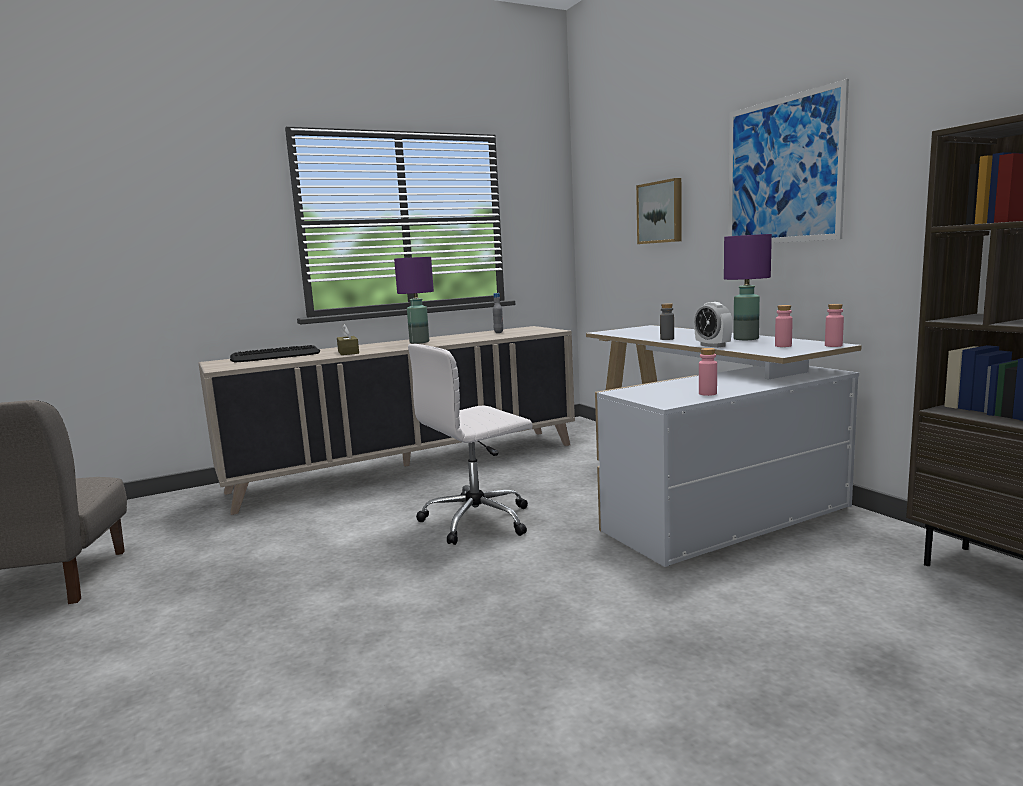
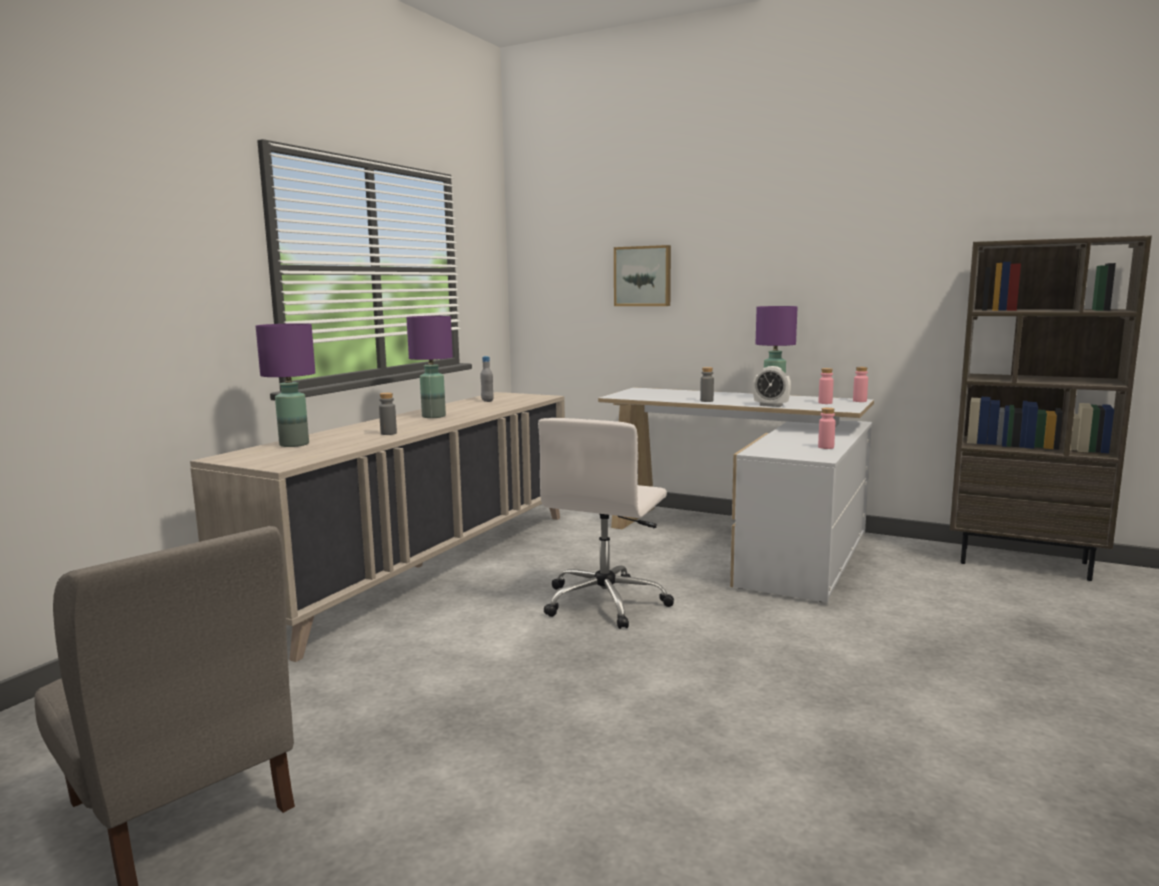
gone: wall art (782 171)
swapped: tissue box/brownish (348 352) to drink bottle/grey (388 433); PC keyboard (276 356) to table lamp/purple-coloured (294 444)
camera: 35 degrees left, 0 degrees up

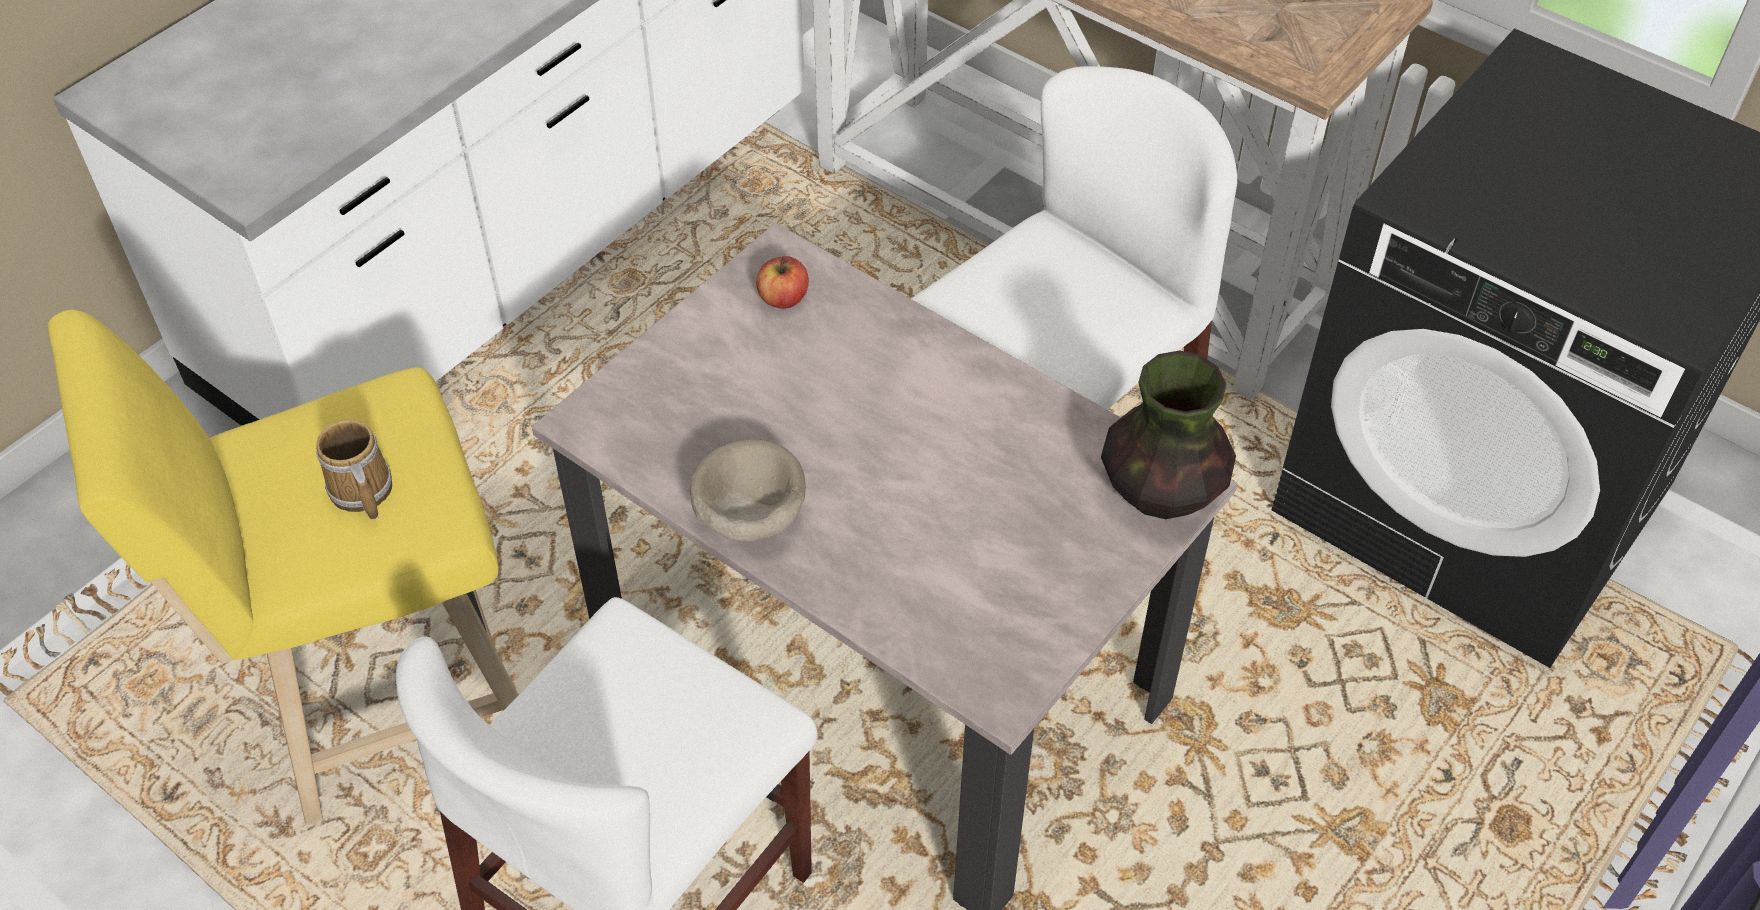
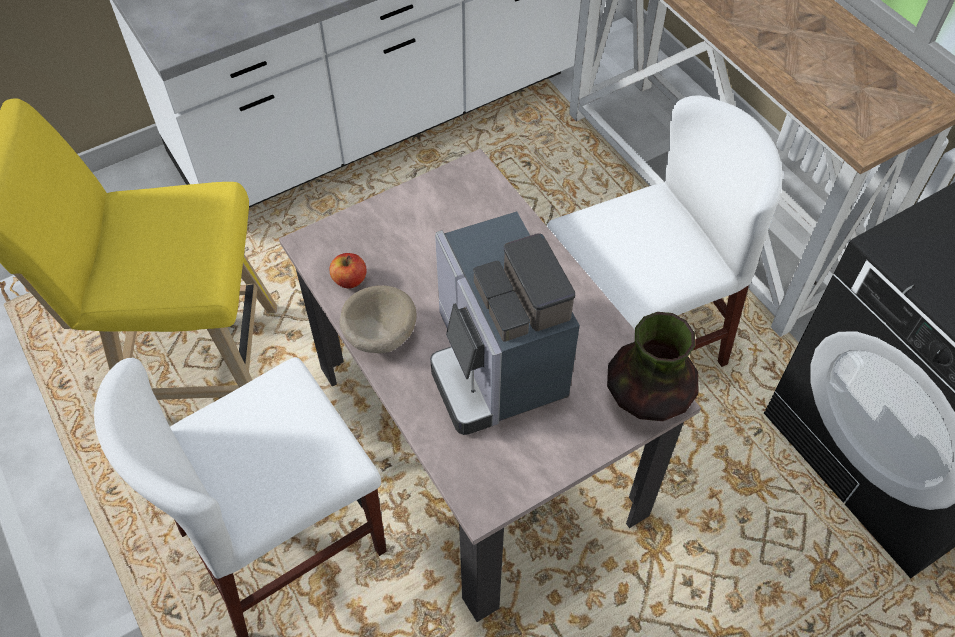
gone: mug (360 492)
new: coffee maker (495 365)
shifted: whole apple (783 298) to (349 280)
camera: 20 degrees right, 5 degrees up

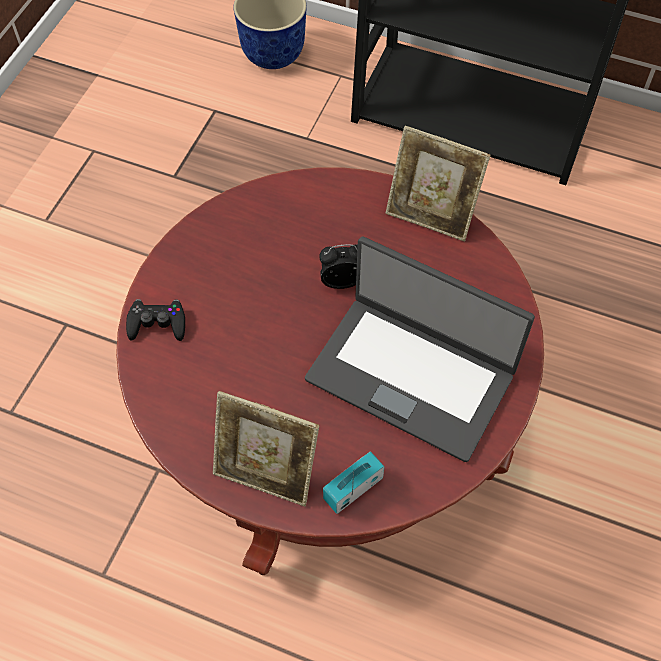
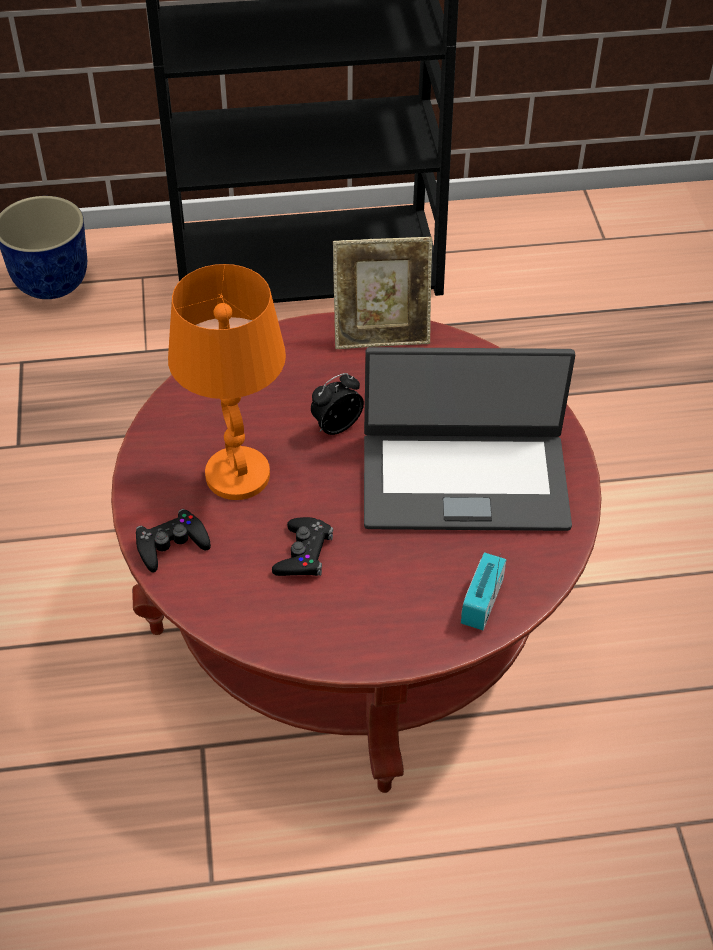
gone: photo frame (266 473)
new: table lamp/orange (237 475); joypad/black-coloured (303 553)
camera: 30 degrees left, 10 degrees down

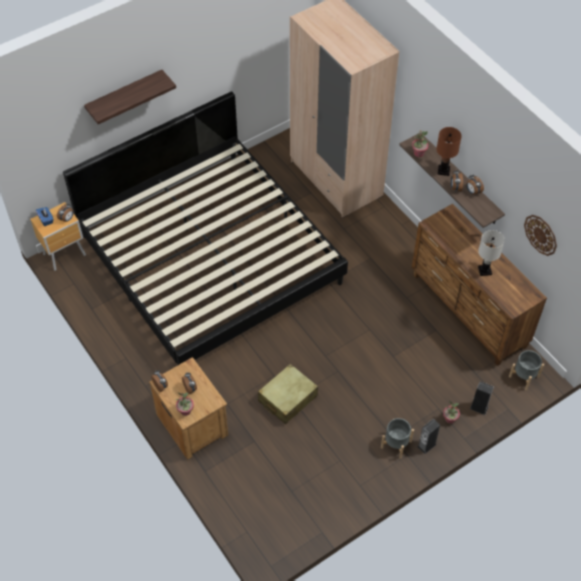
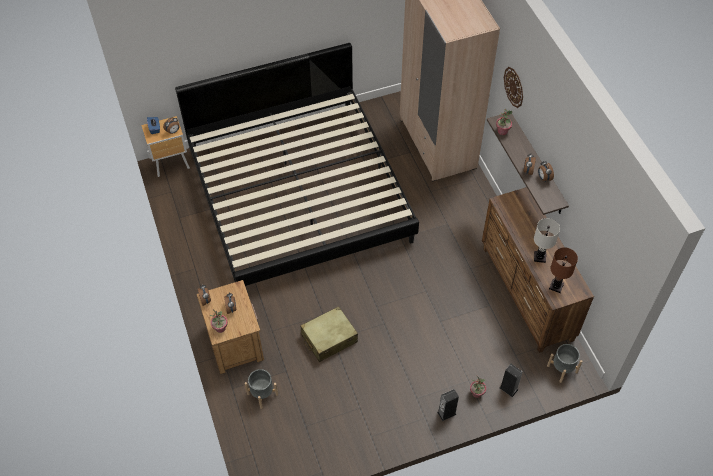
gone: bracket shelf (125 95)
shifted: table lamp/brownish (444 170) to (556 286); hanging clock (541 234) to (514 87); planter/grey (396 444) to (262 394)
camera: 15 degrees right, 0 degrees up

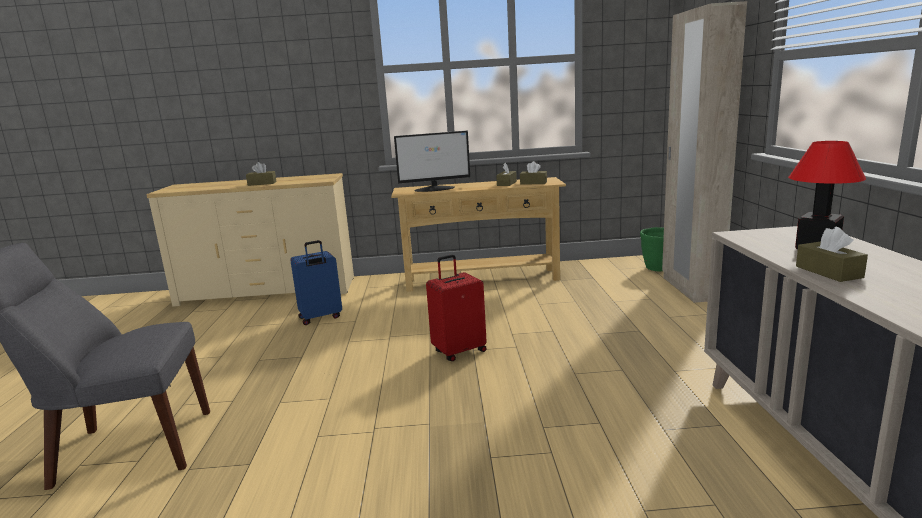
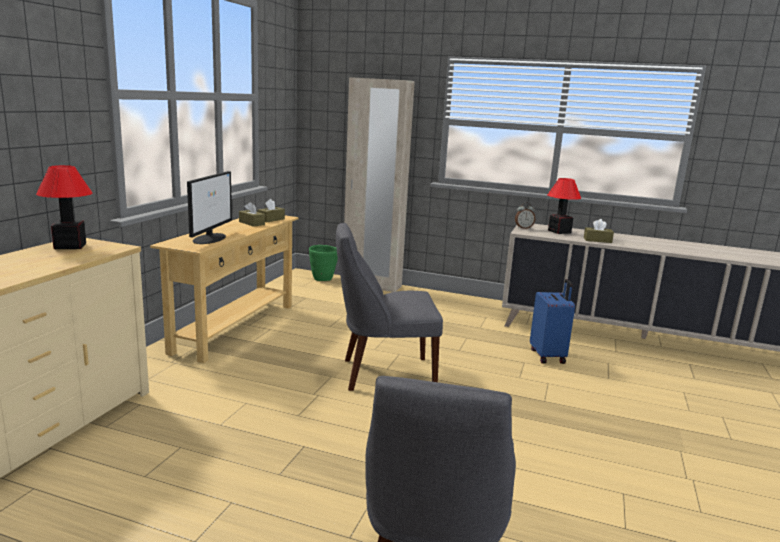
gone: tissue box/brownish (262 183)
new: table lamp (69 246); table clock (523 228)
shifted: suitcase/blue-coloured (320 318) to (548 356)
swapped: suitcase/red-coloured (459 351) to upright chair/grey (383 374)
camera: 70 degrees left, 0 degrees up

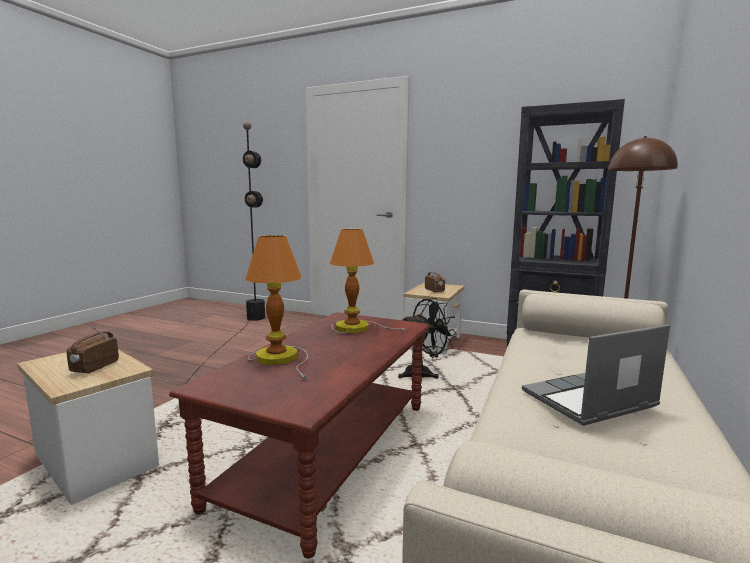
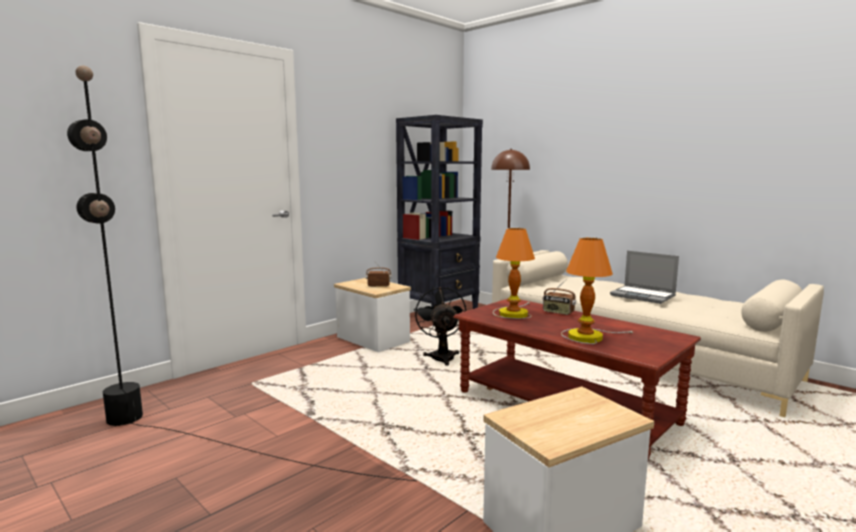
shifted: radio receiver (94 367) to (558 312)
rotated: laptop (588 400) = (643 296) 45 degrees counterclockwise
camera: 70 degrees left, 0 degrees up

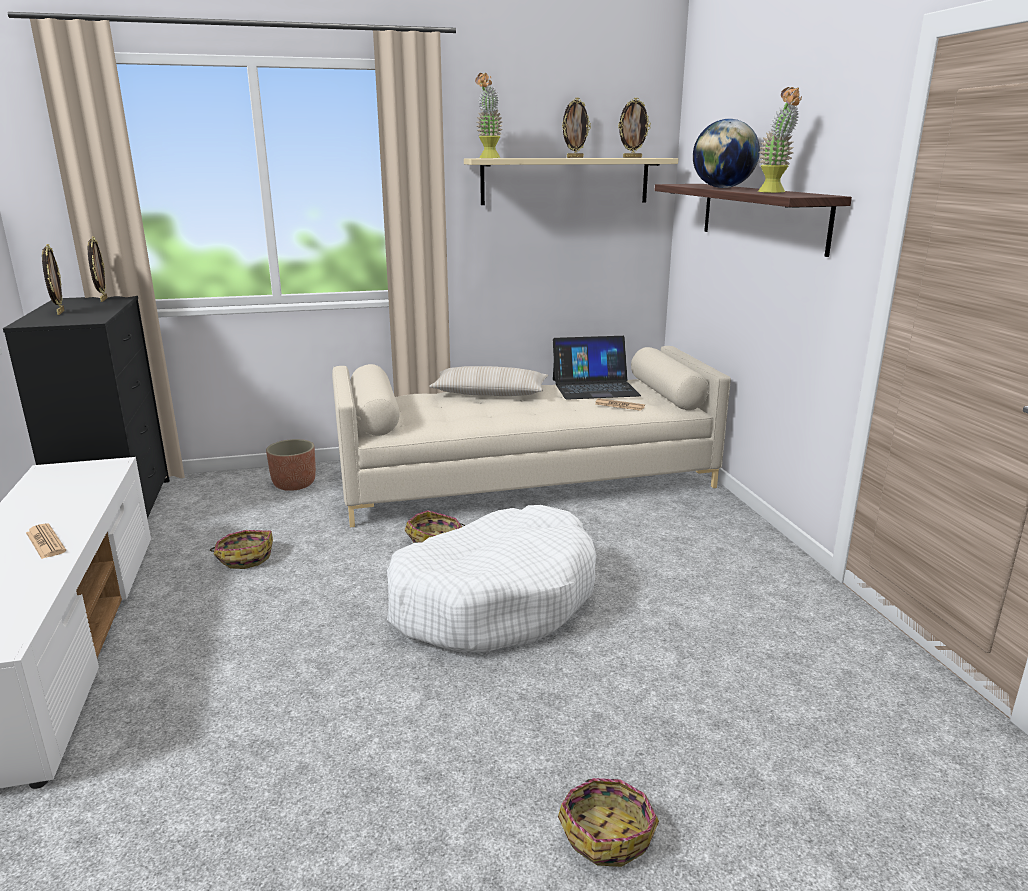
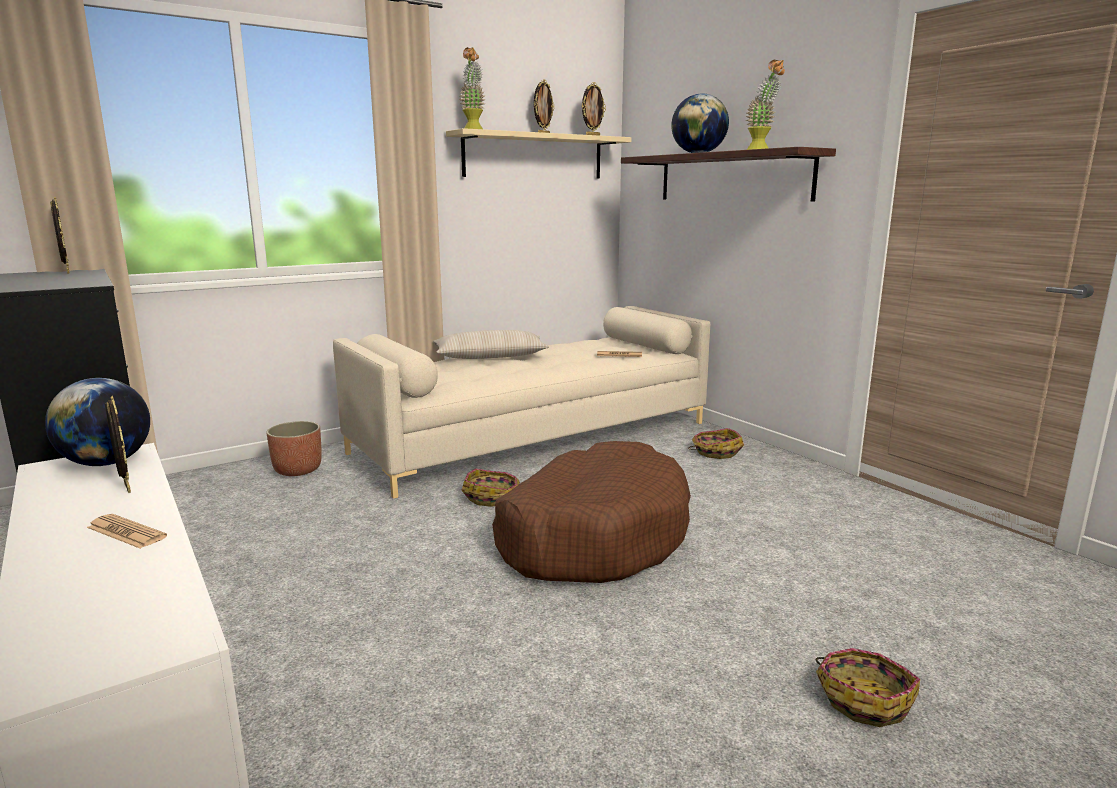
gone: laptop (594 387)
new: globe (107 463)
shifted: photo frame (60 312) to (125 487); storage basket (245 557) to (715 452)
repainted: pet bed/whitish (494 599) to pet bed/brownish (593 535)
camera: 20 degrees left, 5 degrees down

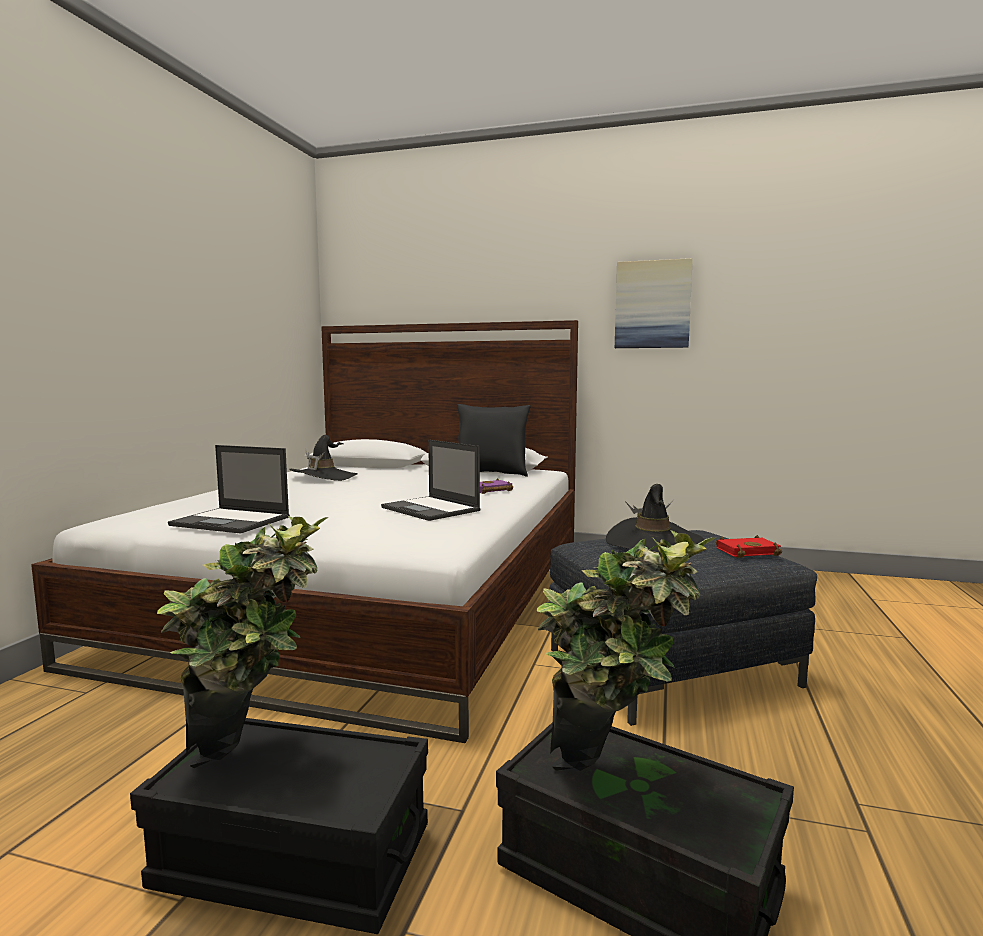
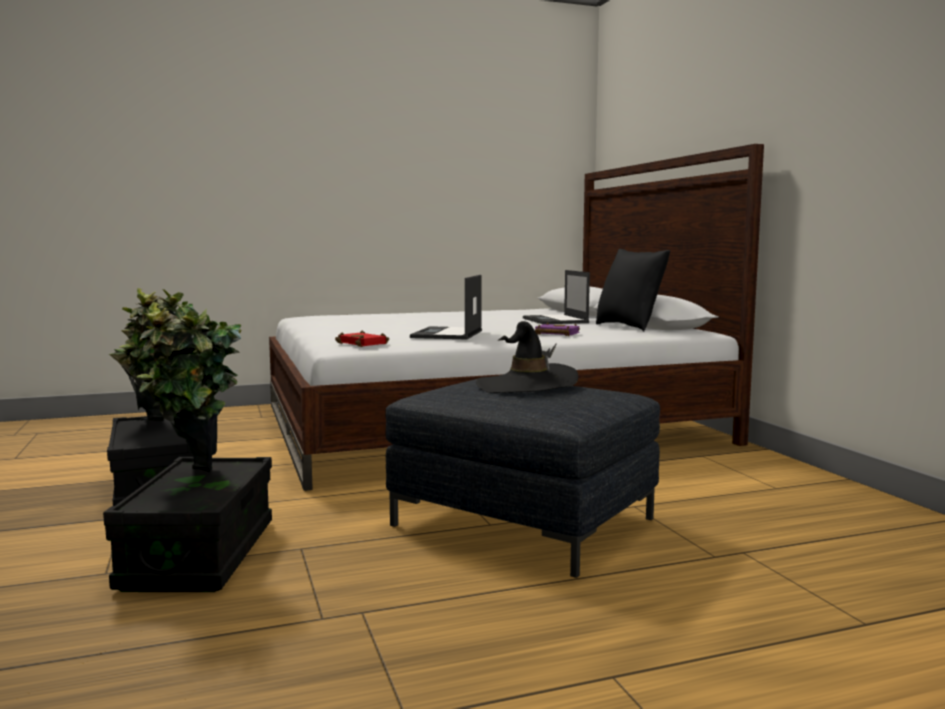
gone: wall art (652 305); hat/black-coloured (324 477)
shifted: laptop (232 521) to (555 320); book/red-coloured (747 551) to (364 343)
camera: 55 degrees right, 0 degrees up

